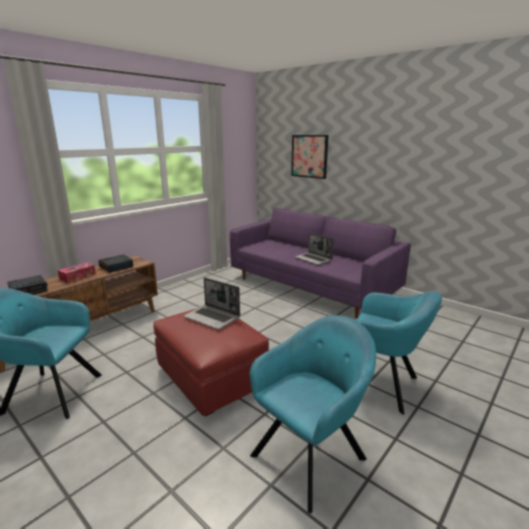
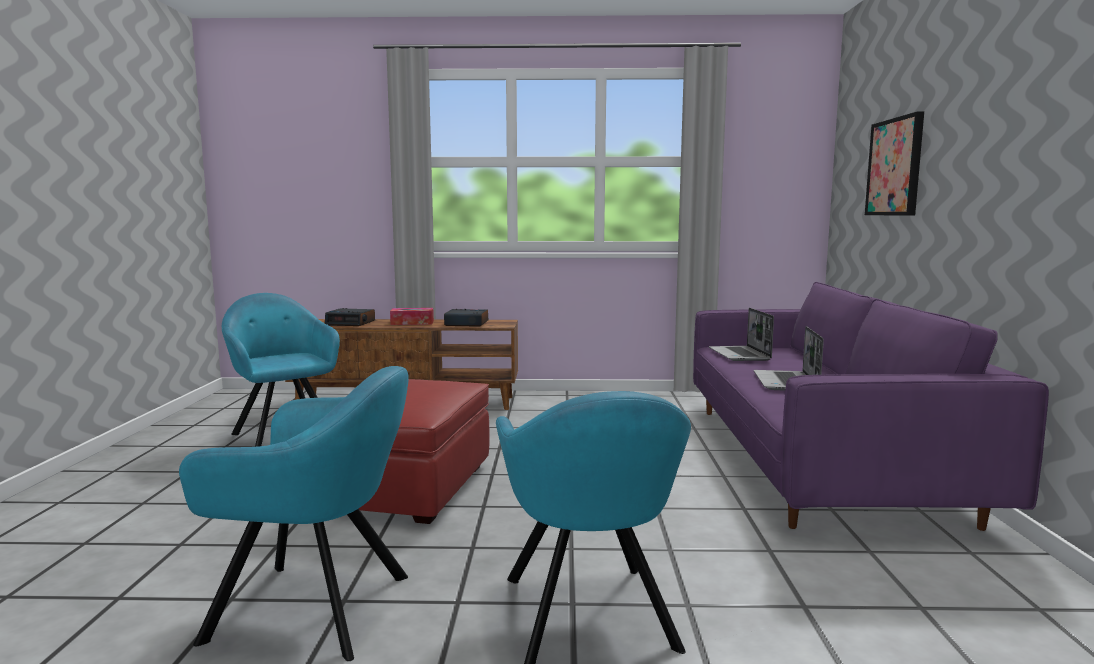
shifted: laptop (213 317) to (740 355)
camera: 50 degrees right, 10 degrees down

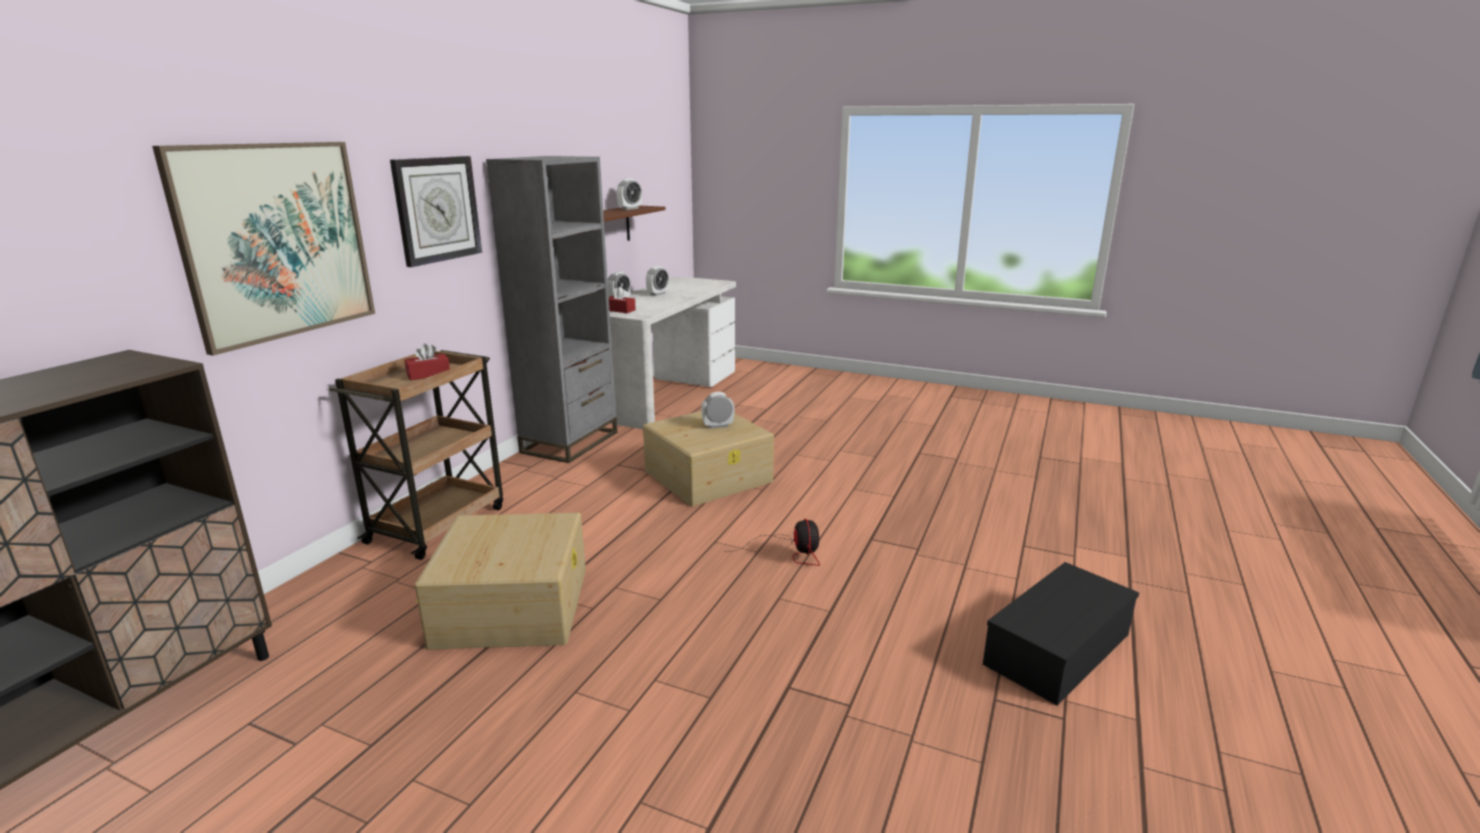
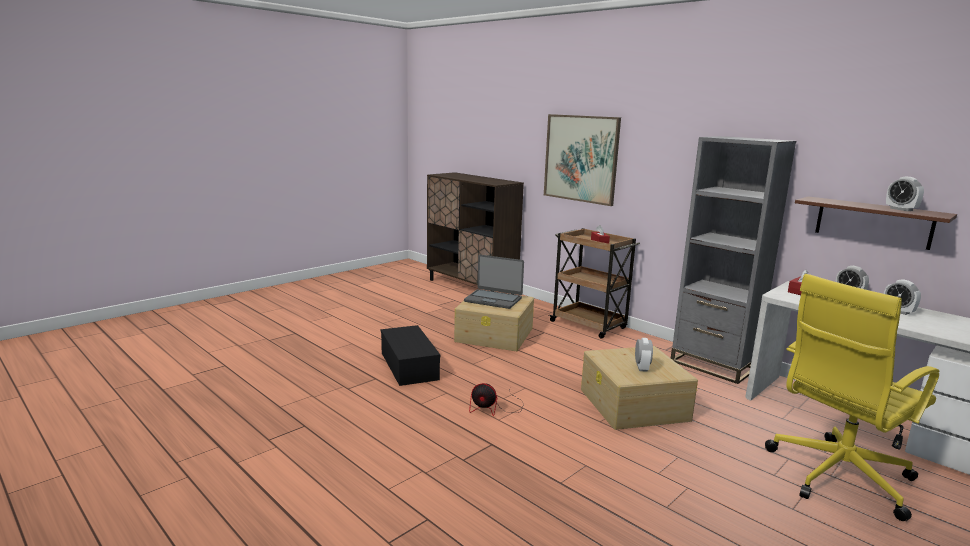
gone: hanging clock (437 209)
new: laptop (493 299); computer chair/yellowish (836 476)
shifted: storage box/black-coloured (1057 647) to (410 366)
camera: 110 degrees right, 5 degrees down

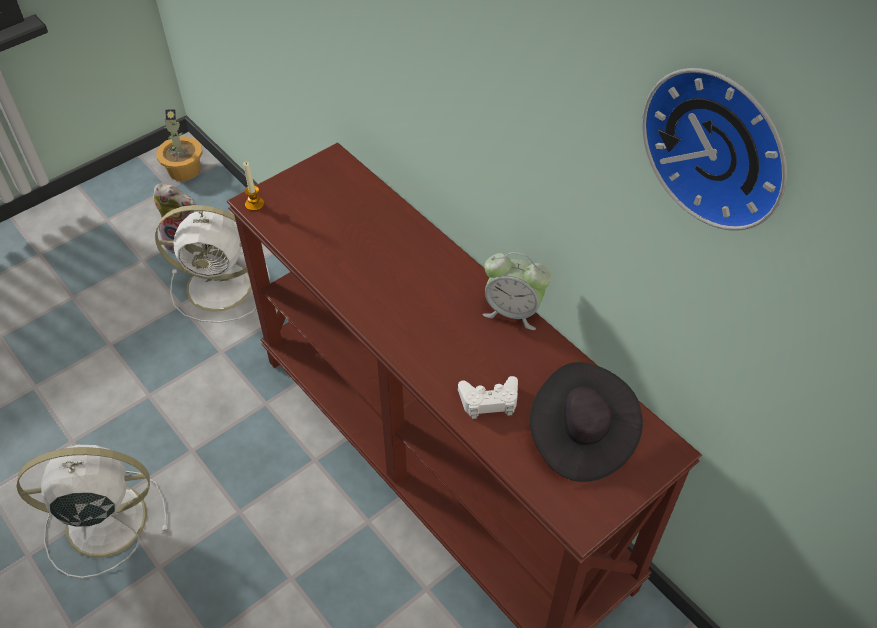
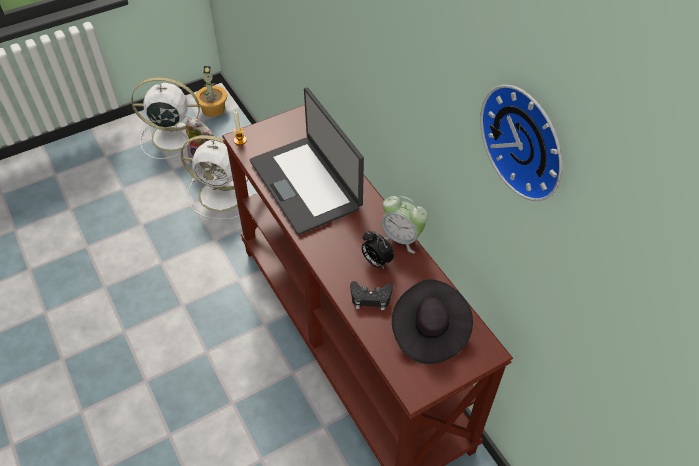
new: laptop (306 184); table clock (376 261)
shifted: cooling fan/whitish (102 521) to (171 136)
repainted: joypad/whitish (489 401) to joypad/black-coloured (370 298)
camera: 10 degrees right, 0 degrees up

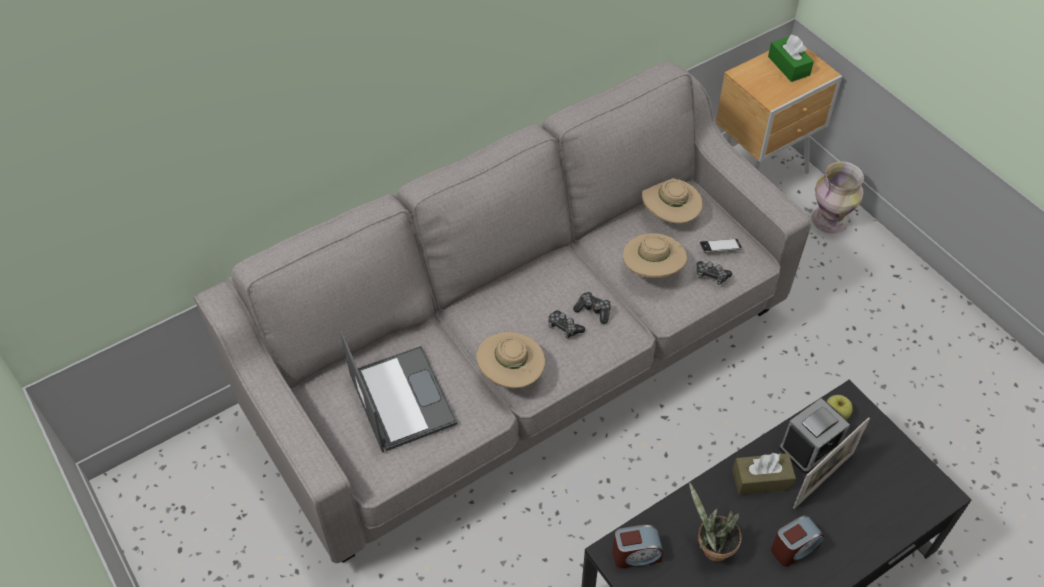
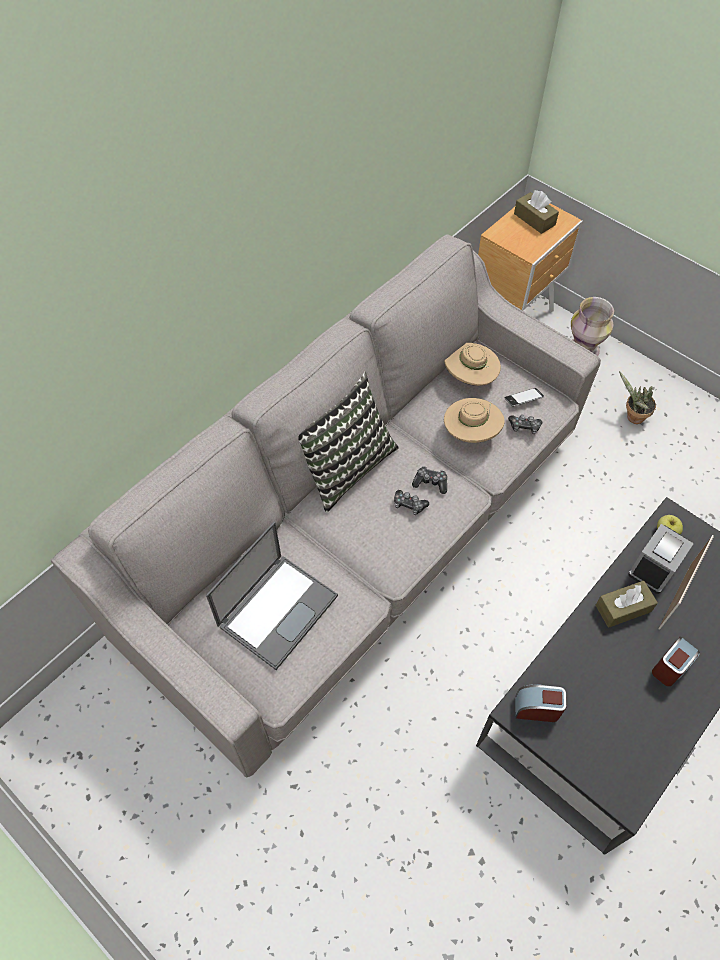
gone: hat/sand-coloured (511 373)
new: cushion (344 465)
shifted: houseplant (711 548) to (632 417)
repainted: tissue box/greenish (788 66) to tissue box/brownish (534 219)
rotated: laptop (401 398) = (278 609) 75 degrees clockwise; table clock (636 554) = (537 708) 150 degrees counterclockwise
camera: 15 degrees left, 5 degrees up

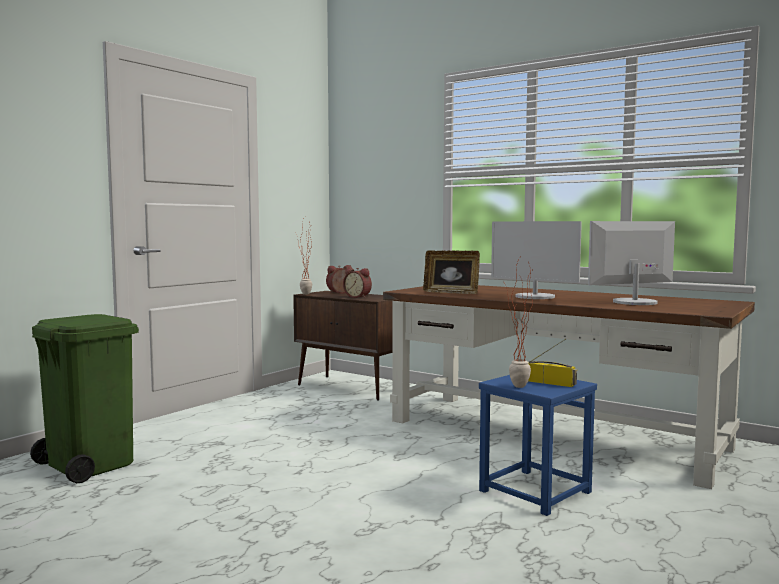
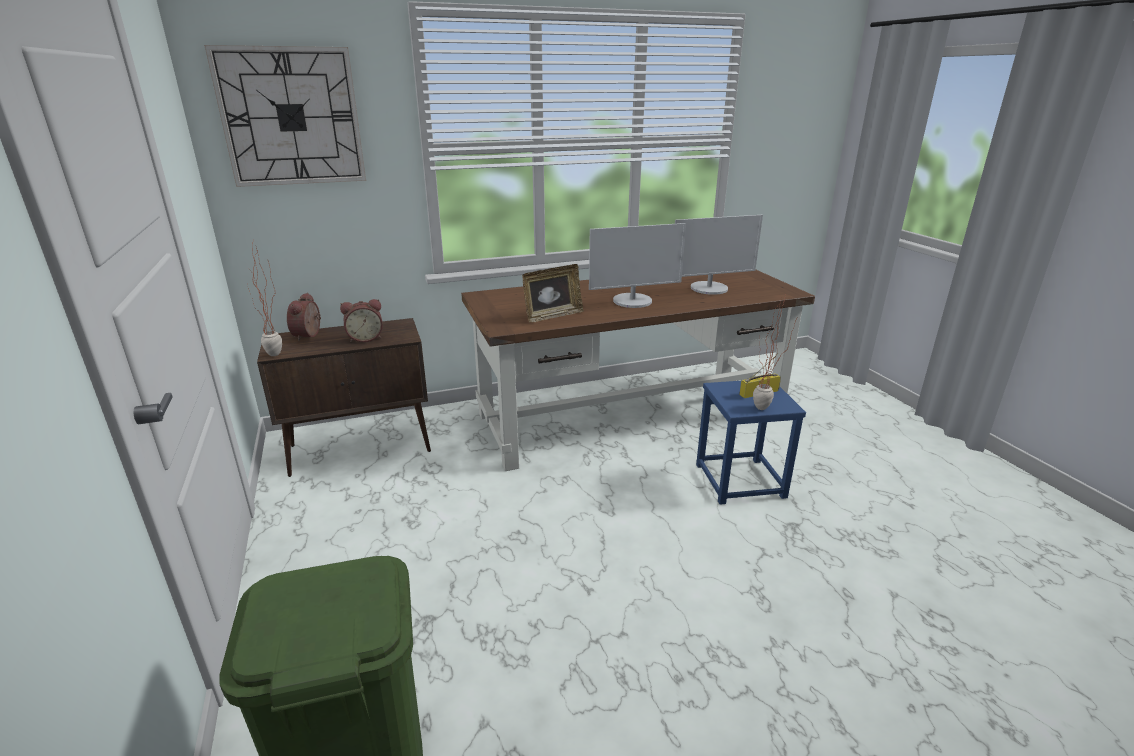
new: hanging clock (291 117)
rotated: monitor (634 302) = (709 288) 120 degrees counterclockwise
camera: 55 degrees left, 20 degrees up

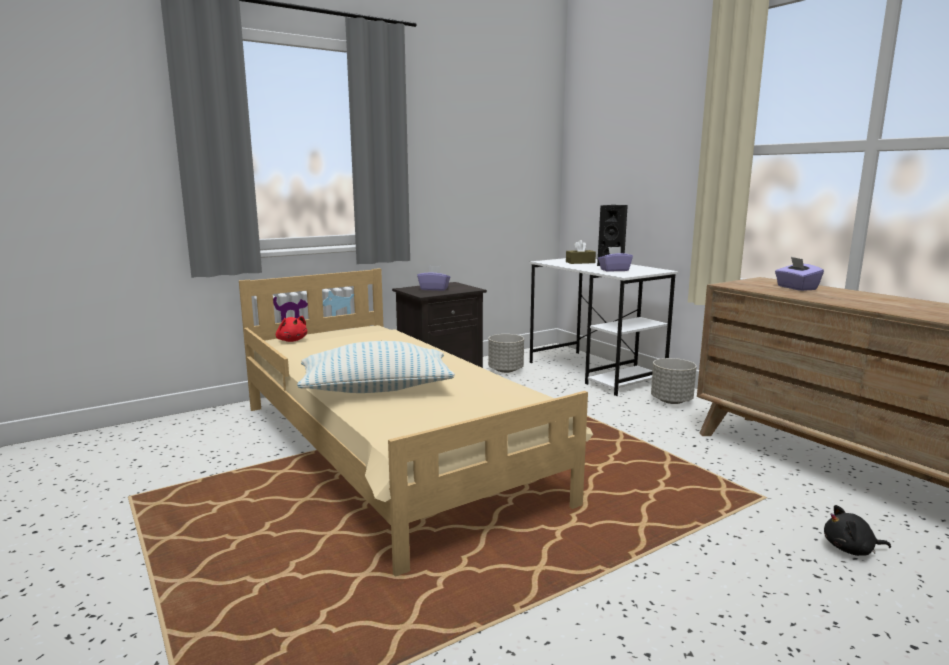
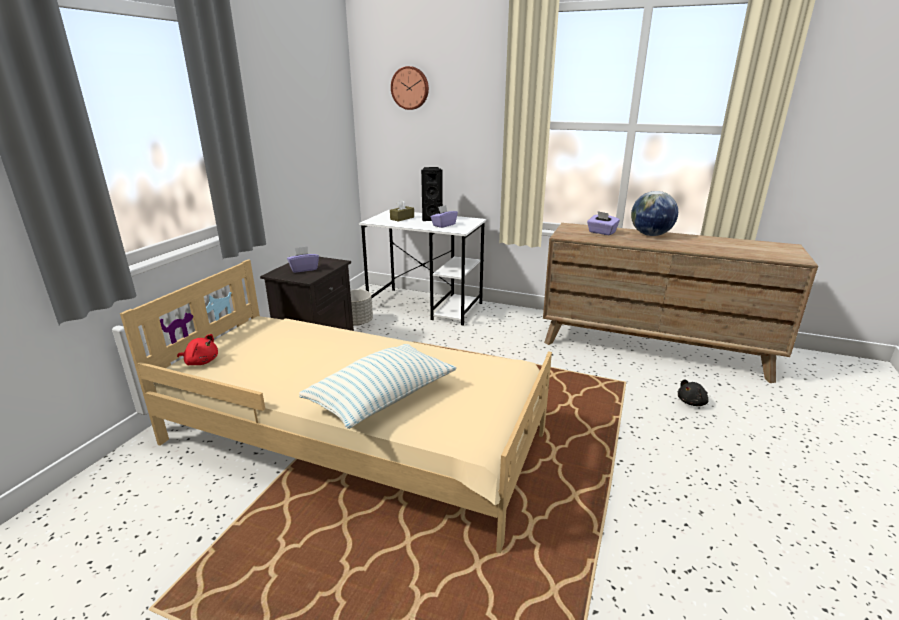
gone: planter/grey (672 401)
new: hanging clock (410 88); globe (650 235)
camera: 35 degrees left, 10 degrees up

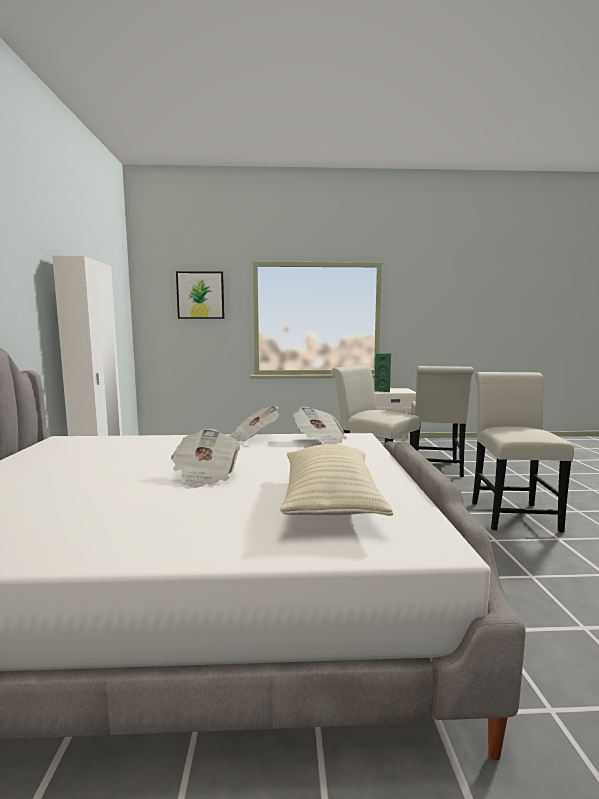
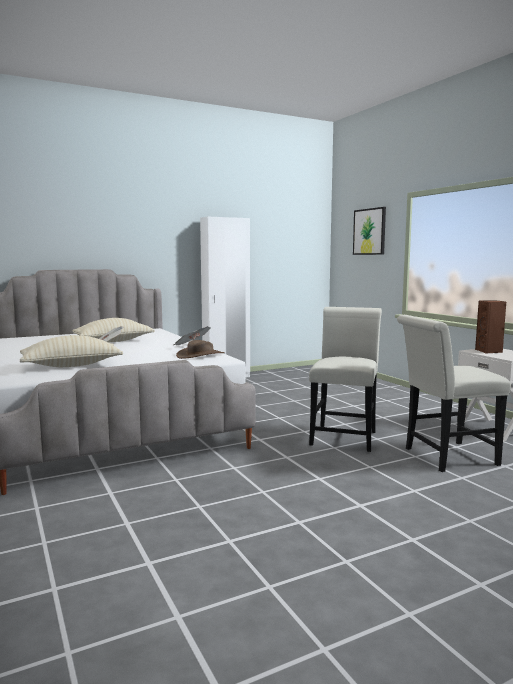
gone: upright chair/whitish (511 514)
new: cushion/sand-coloured (113 341)
swapped: newspaper (320 440) to hat/brownish (200 355)
repainted: loudspeaker/greenish (383 390) to loudspeaker/brownish (489 351)
camera: 65 degrees right, 0 degrees up

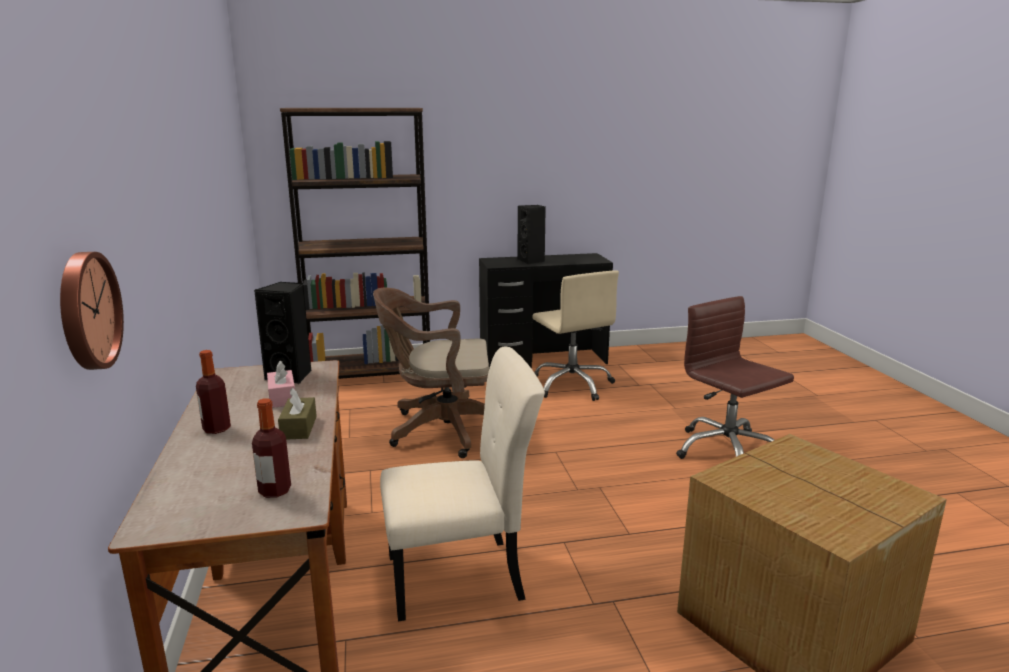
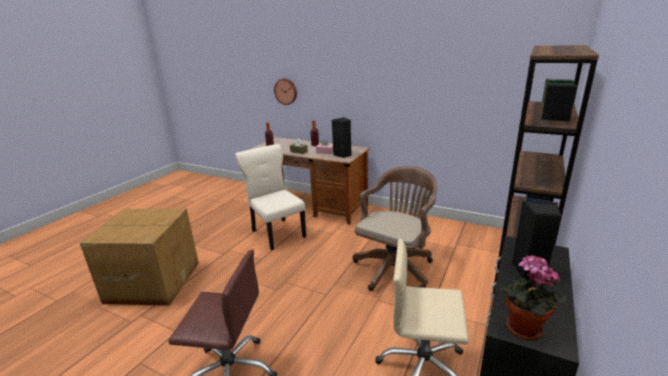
new: houseplant (522 330)
rotated: upright chair/sand-coloured (461 577) = (277 233) 120 degrees clockwise
camera: 130 degrees right, 5 degrees up

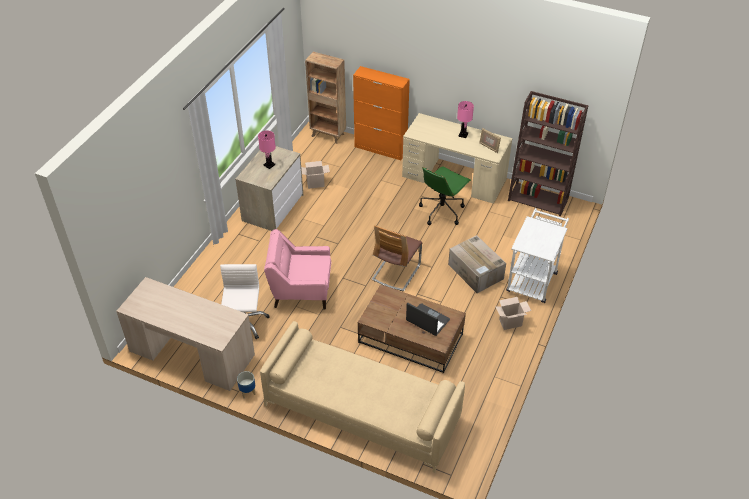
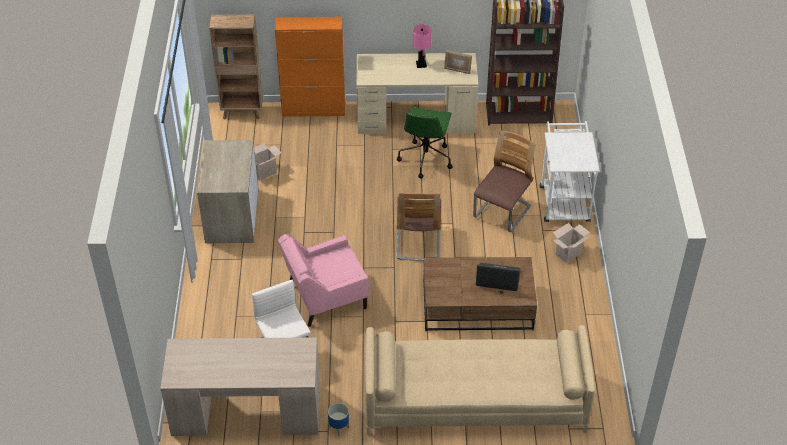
gone: table lamp/pinkish (269 165)
swapped: carton (476 272) to upright chair (502 212)
camera: 25 degrees left, 0 degrees up

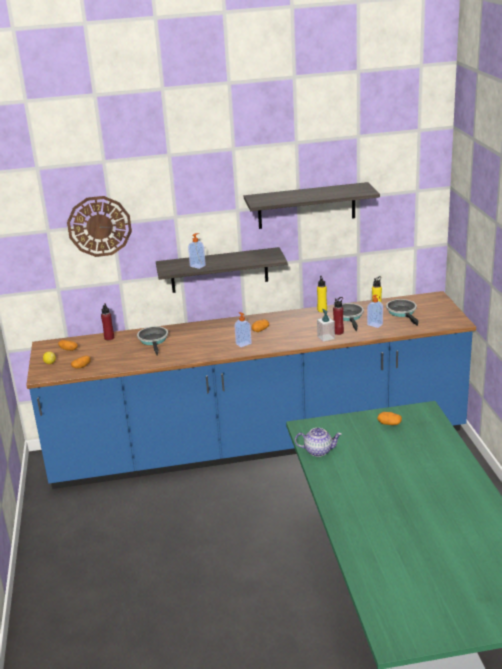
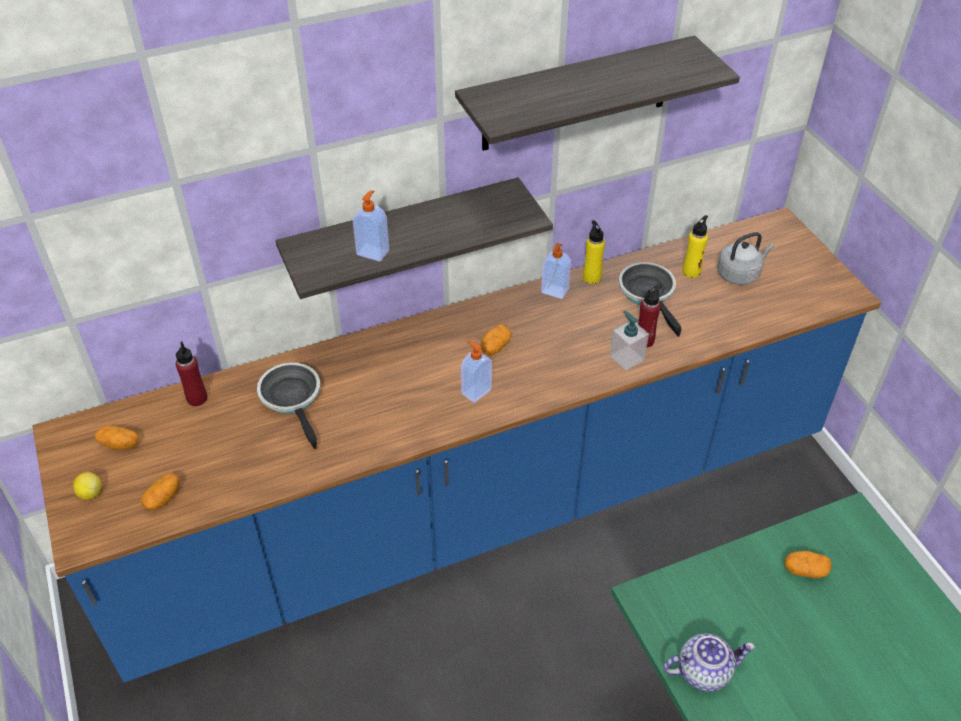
gone: hanging clock (99 226)
shifted: soap bottle (374 325) to (554 291)
swapped: pan (402 312) to water kettle/grey (740 274)
camera: 15 degrees left, 20 degrees up

